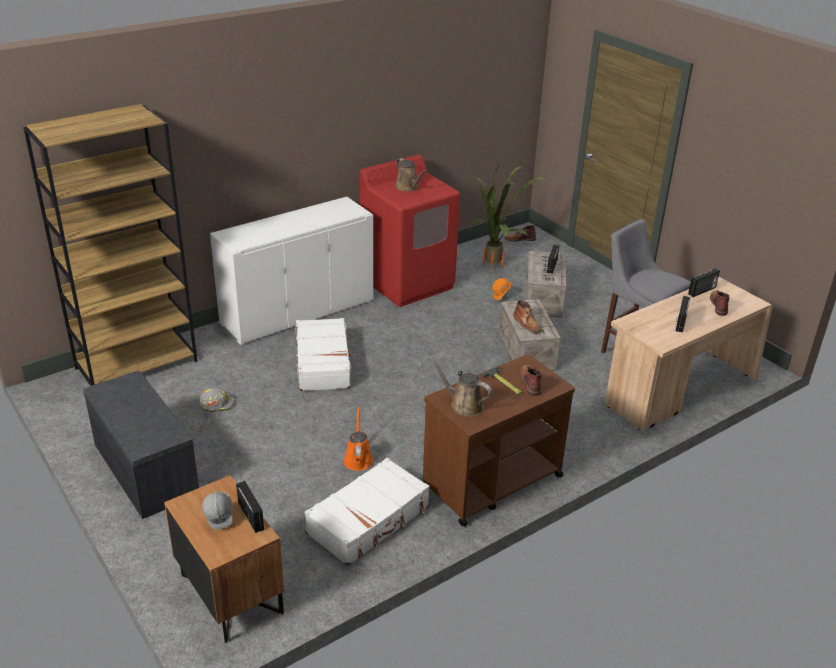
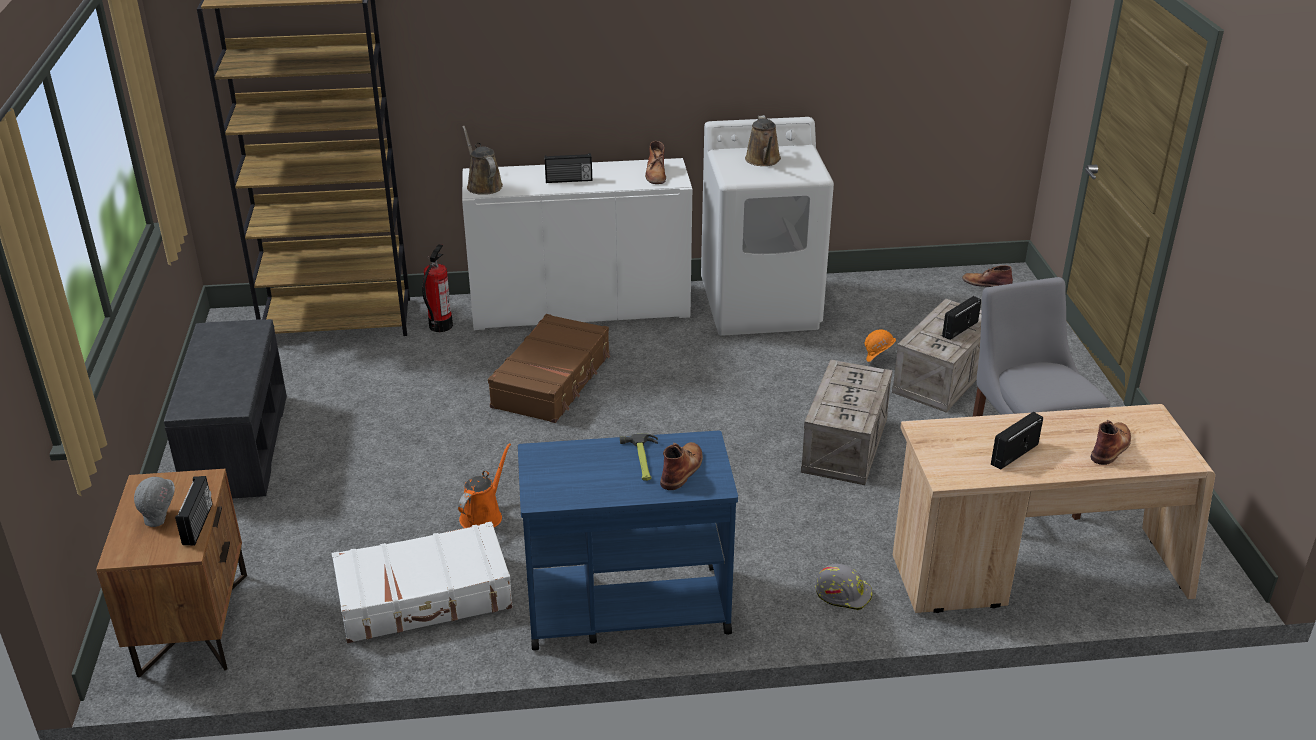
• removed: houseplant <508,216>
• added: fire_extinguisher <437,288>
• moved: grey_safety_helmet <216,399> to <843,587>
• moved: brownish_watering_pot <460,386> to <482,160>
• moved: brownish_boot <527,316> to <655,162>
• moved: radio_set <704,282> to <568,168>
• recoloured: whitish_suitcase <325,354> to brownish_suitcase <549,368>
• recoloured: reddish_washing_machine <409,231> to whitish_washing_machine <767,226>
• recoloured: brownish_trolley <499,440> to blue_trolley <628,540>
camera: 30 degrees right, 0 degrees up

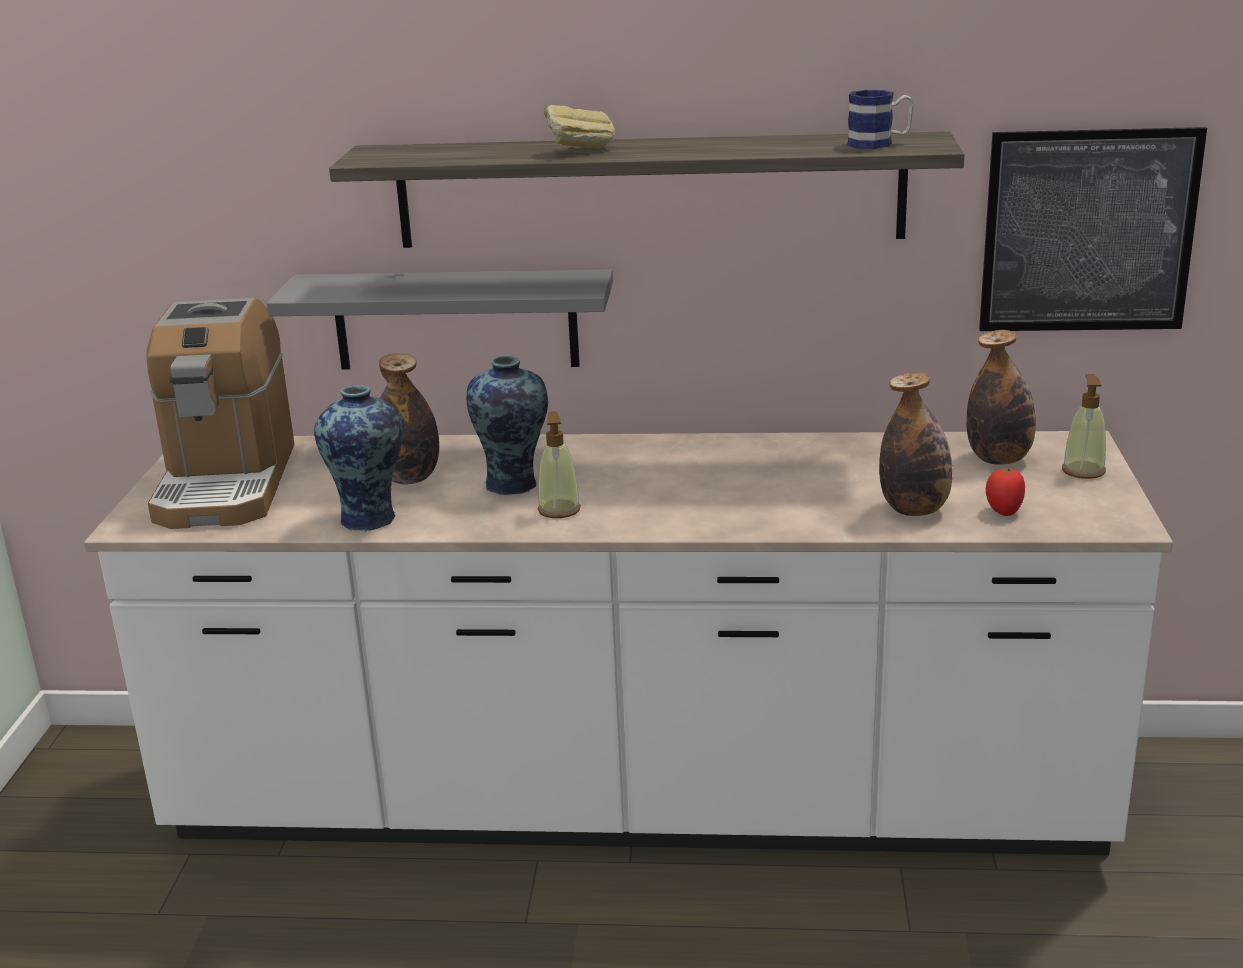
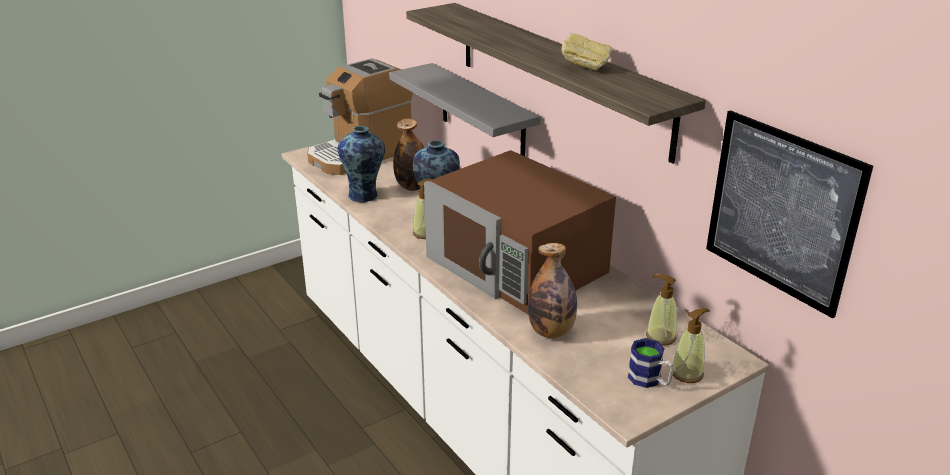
• removed: tomato <1005,492>
• added: brownish_microwave_oven <520,232>
• moved: bread <579,127> to <586,52>
• moved: mug <880,119> to <651,363>
• replaced: beverage_bottle <1001,397> to liquid_soap_bottle <661,309>
camera: 50 degrees right, 5 degrees up

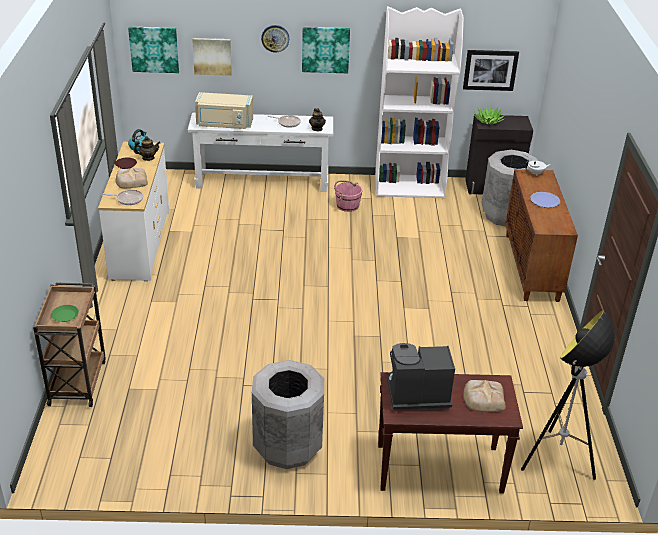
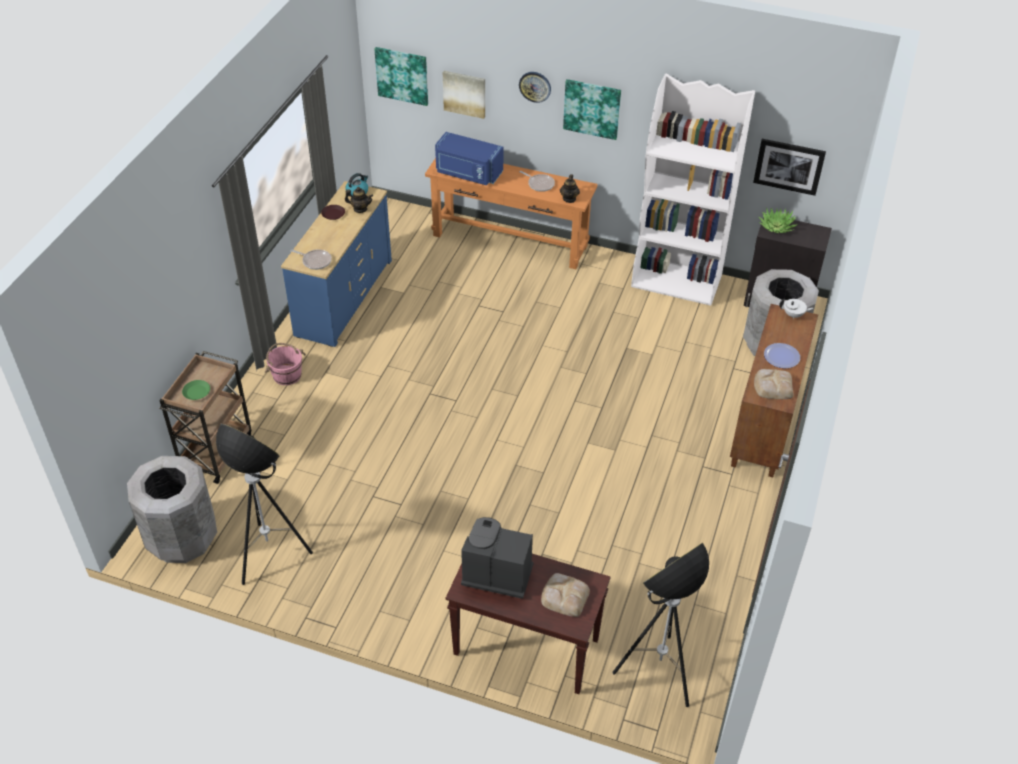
• added: standing_lamp <264,504>
• moved: bread <132,178> to <774,384>
• moved: grey_rubbish_bin <288,414> to <172,509>
• moved: pink_pail <348,196> to <285,364>
• recoloured: whitish_dresser <133,211> to blue_dresser <336,264>
• recoloured: whitish_hall_table <260,152> to orangey_hall_table <511,213>
• recoloured: beige-coloured_microwave_oven <224,110> to blue_microwave_oven <469,158>
camera: 20 degrees right, 10 degrees up

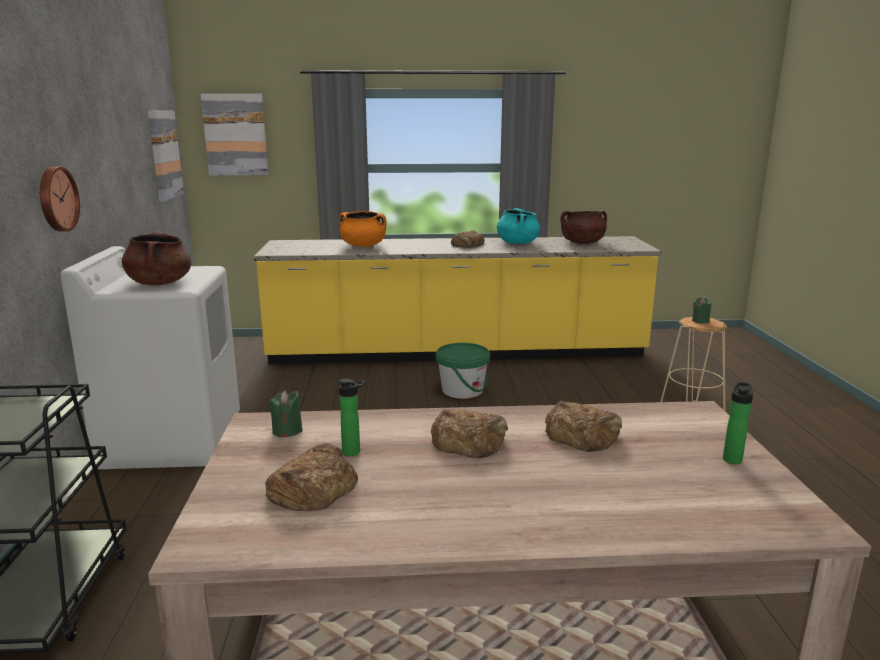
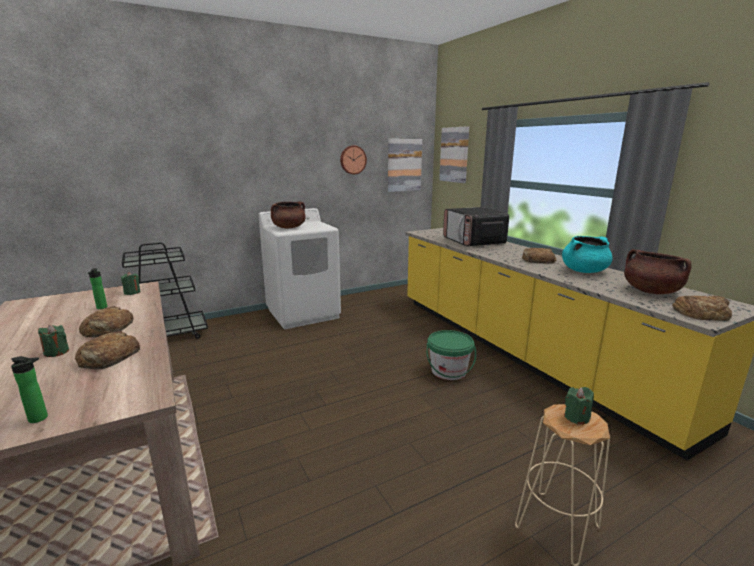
• added: green_wax_light <53,341>
• moved: wall_clock <60,199> to <353,160>
• moved: bread <311,477> to <702,308>
• replaced: orangey_saucepot <363,229> to microwave_oven <476,226>
camera: 65 degrees right, 0 degrees up

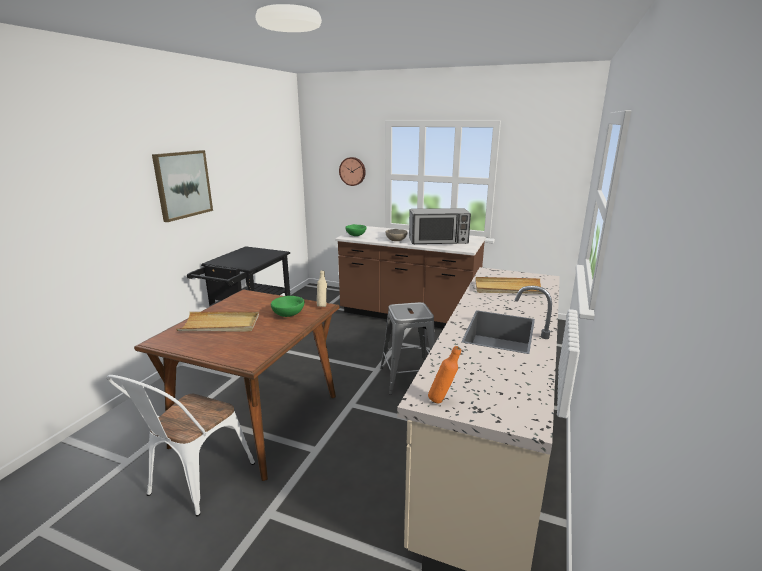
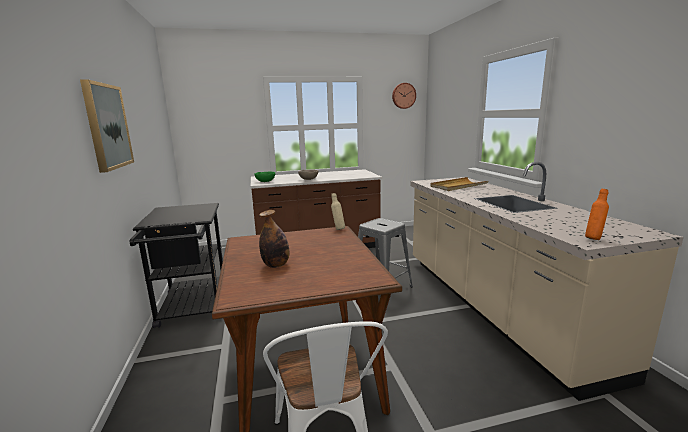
• removed: green_bowl <287,306>
• removed: microwave_oven <440,226>
• moved: wall_clock <352,171> to <404,96>
• replaced: beige-coloured_carrying_tray <217,322> to beverage_bottle <274,239>
camera: 35 degrees left, 5 degrees down

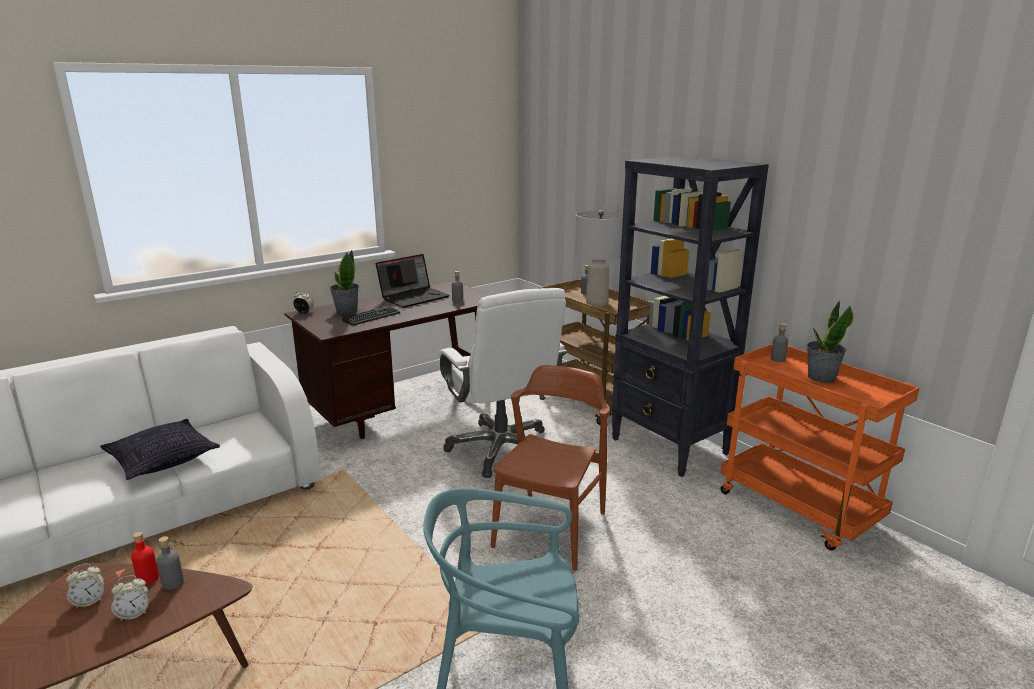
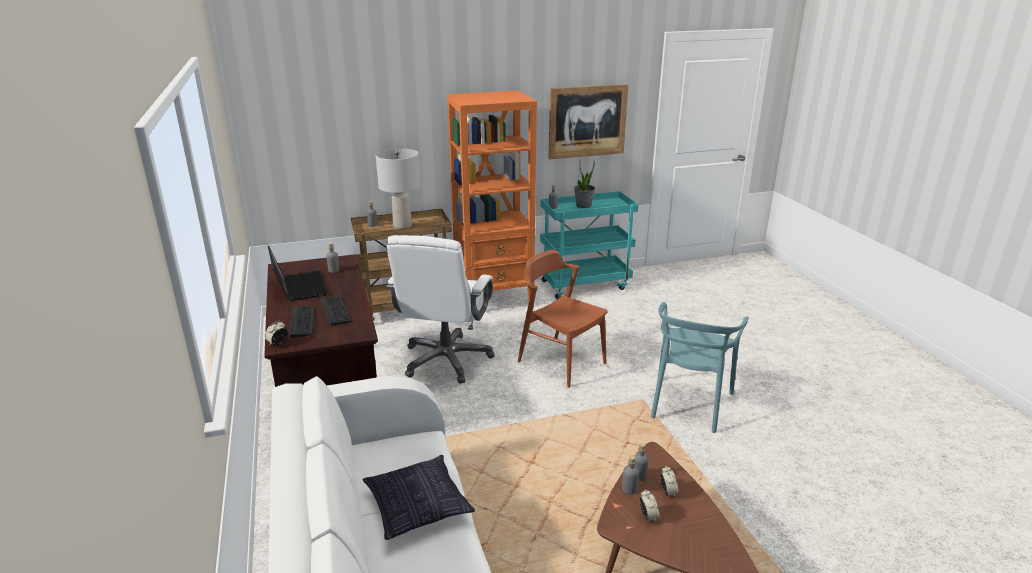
• added: picture <589,121>
• replaced: houseplant <344,282> to PC_keyboard <302,322>
• recoloured: reddish_beverage_bottle <145,558> to grey_beverage_bottle <630,475>
• recoloured: black_bookshelf <690,316> to orangey_bookshelf <492,196>
• recoloured: orangey_trolley <819,447> to turquoise_trolley <589,245>
• turned: whitish_computer_chair <503,383> = <440,309> 105 degrees clockwise
camera: 70 degrees left, 5 degrees up

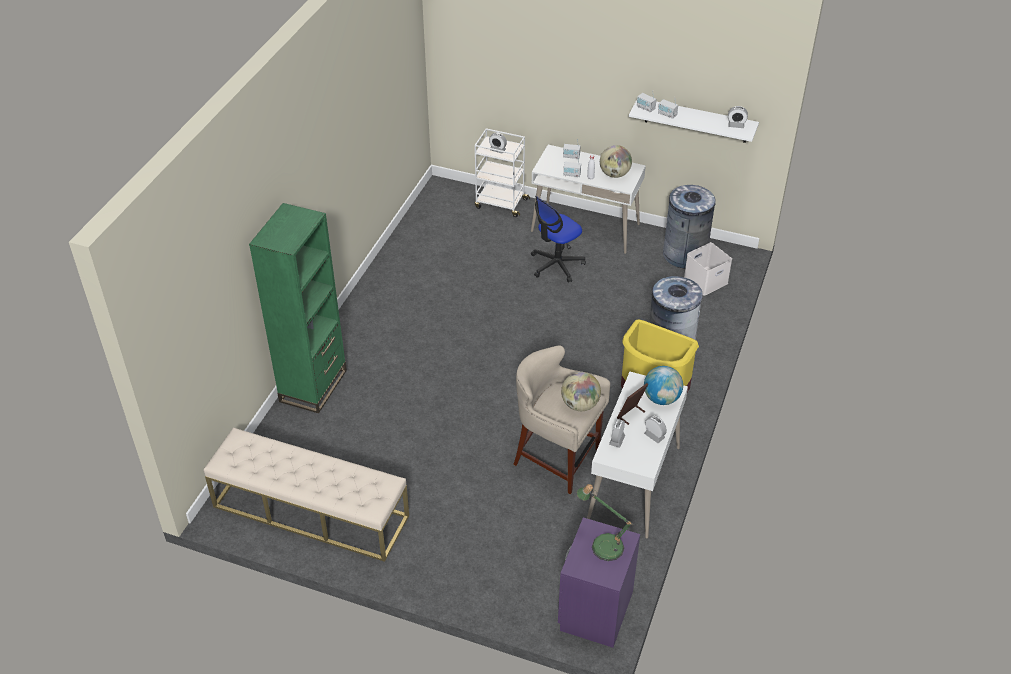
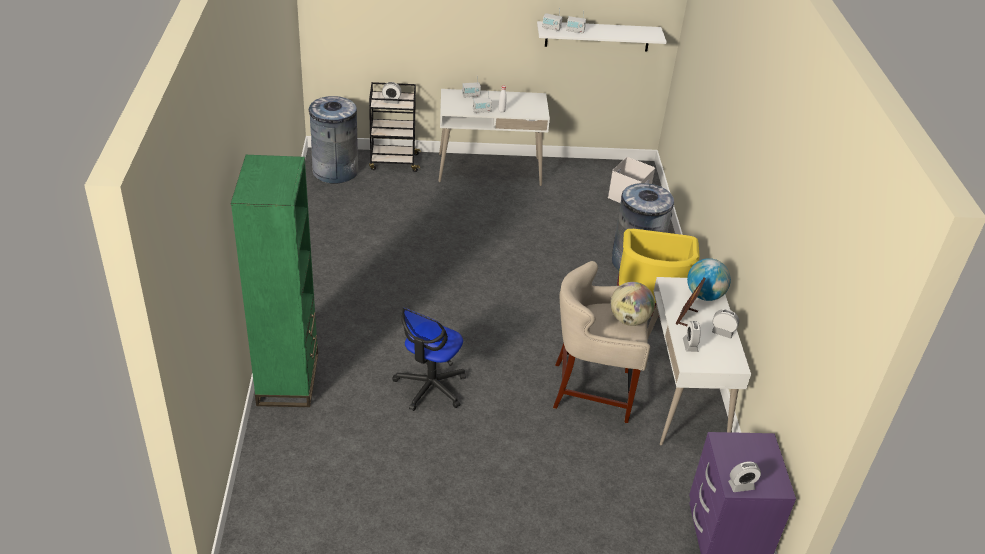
• removed: beige-coloured_indoor_bench <306,494>
• removed: table_lamp <605,522>
• removed: globe <616,161>
• moved: computer_chair <558,239> to <429,359>
• moved: grey_rubbish_bin <689,226> to <333,140>
• moved: table_clock <738,117> to <744,476>
• recoloured: whitish_trolley <502,172> to black_trolley <395,127>
camera: 25 degrees left, 5 degrees down

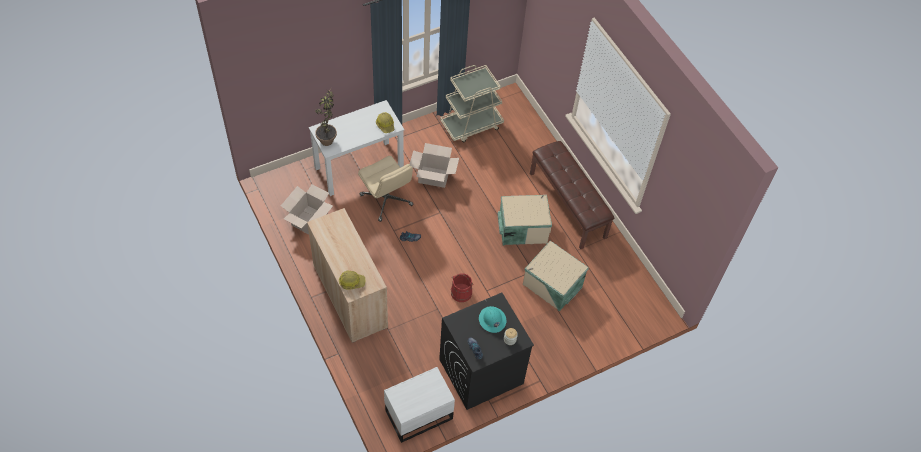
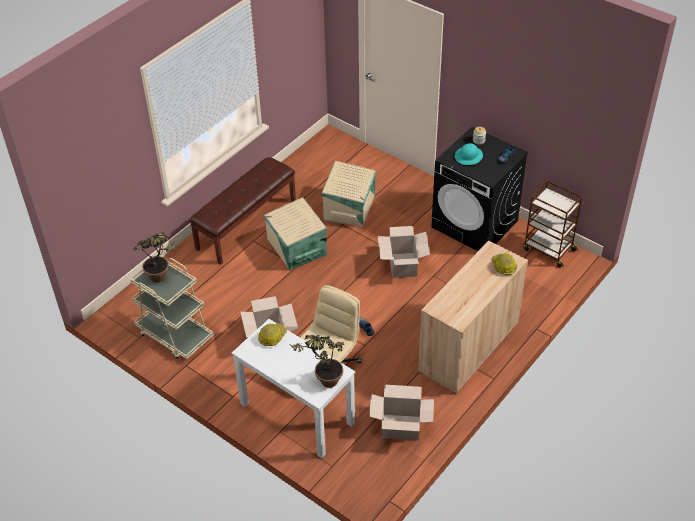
• added: houseplant <155,257>
• replaced: whitish_nightstand <419,405> to brownish_trolley <552,223>
• replaced: reddish_pail <462,287> to cardboard_box <404,252>
camera: 110 degrees left, 10 degrees down

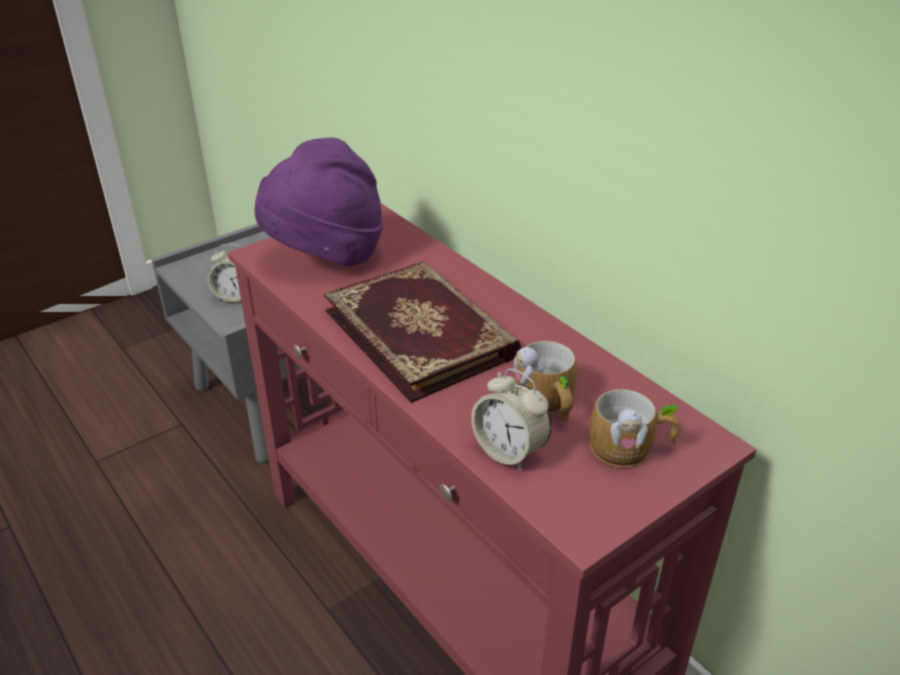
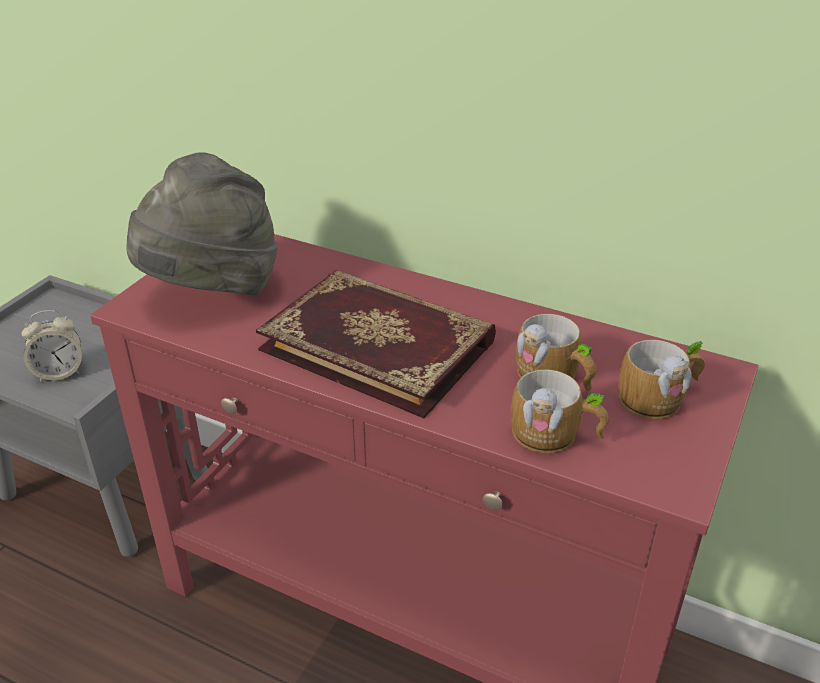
• replaced: table_clock <511,419> to mug <560,411>
• recoloured: purplish_hat <318,202> to grey_hat <202,224>
camera: 25 degrees left, 0 degrees up

